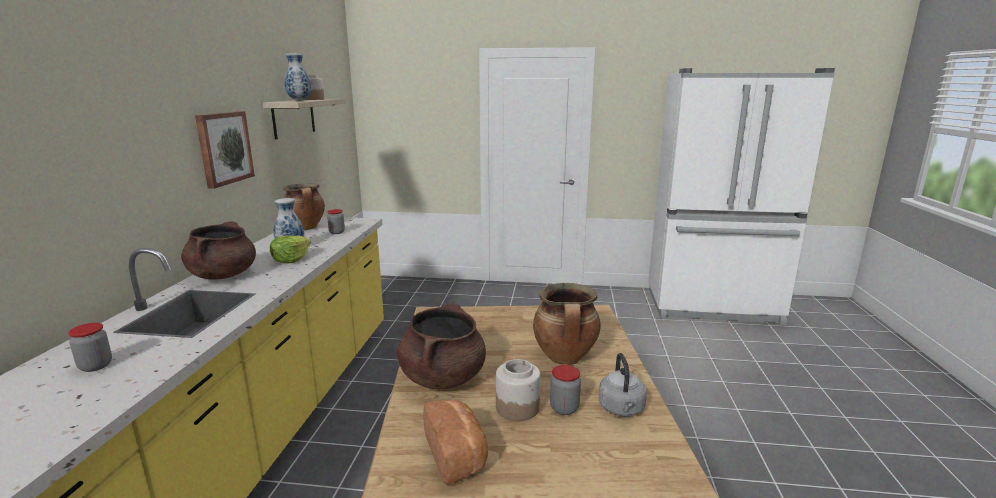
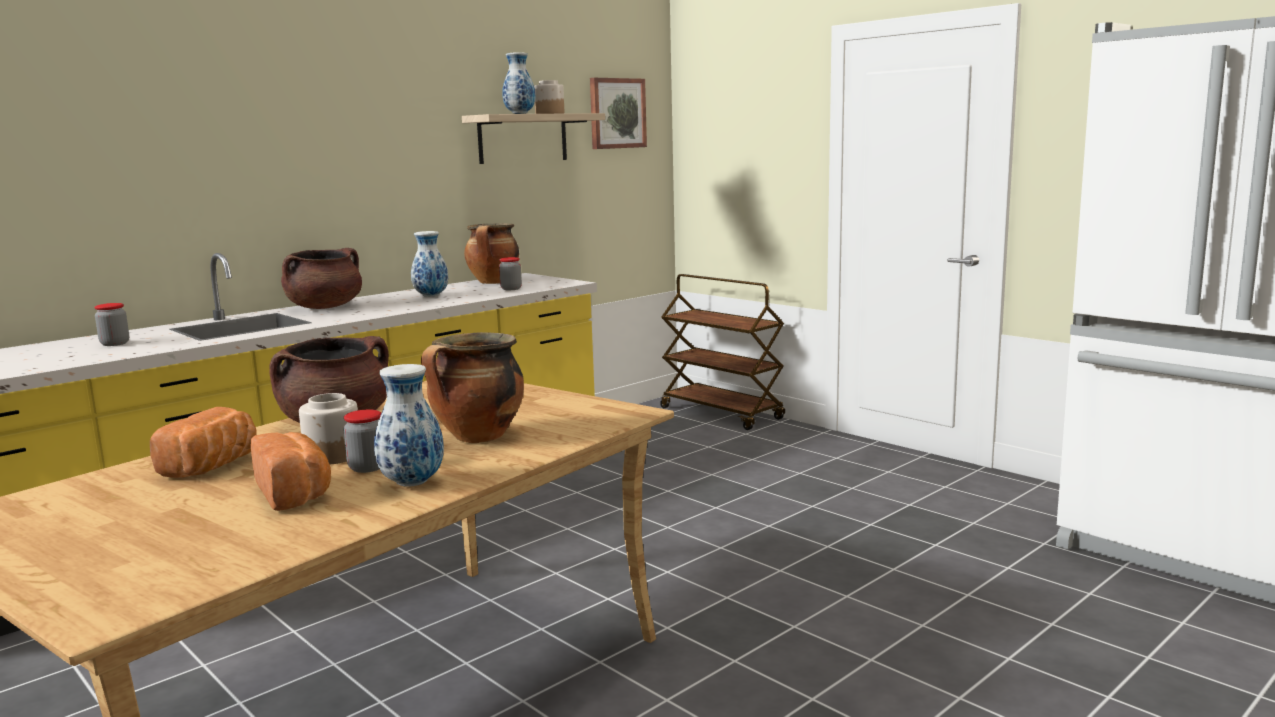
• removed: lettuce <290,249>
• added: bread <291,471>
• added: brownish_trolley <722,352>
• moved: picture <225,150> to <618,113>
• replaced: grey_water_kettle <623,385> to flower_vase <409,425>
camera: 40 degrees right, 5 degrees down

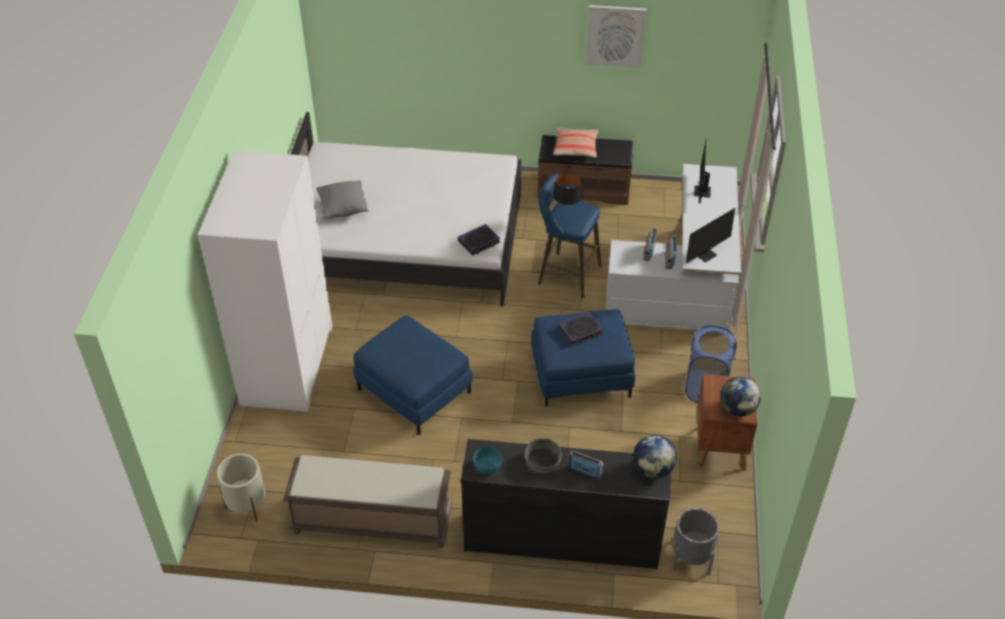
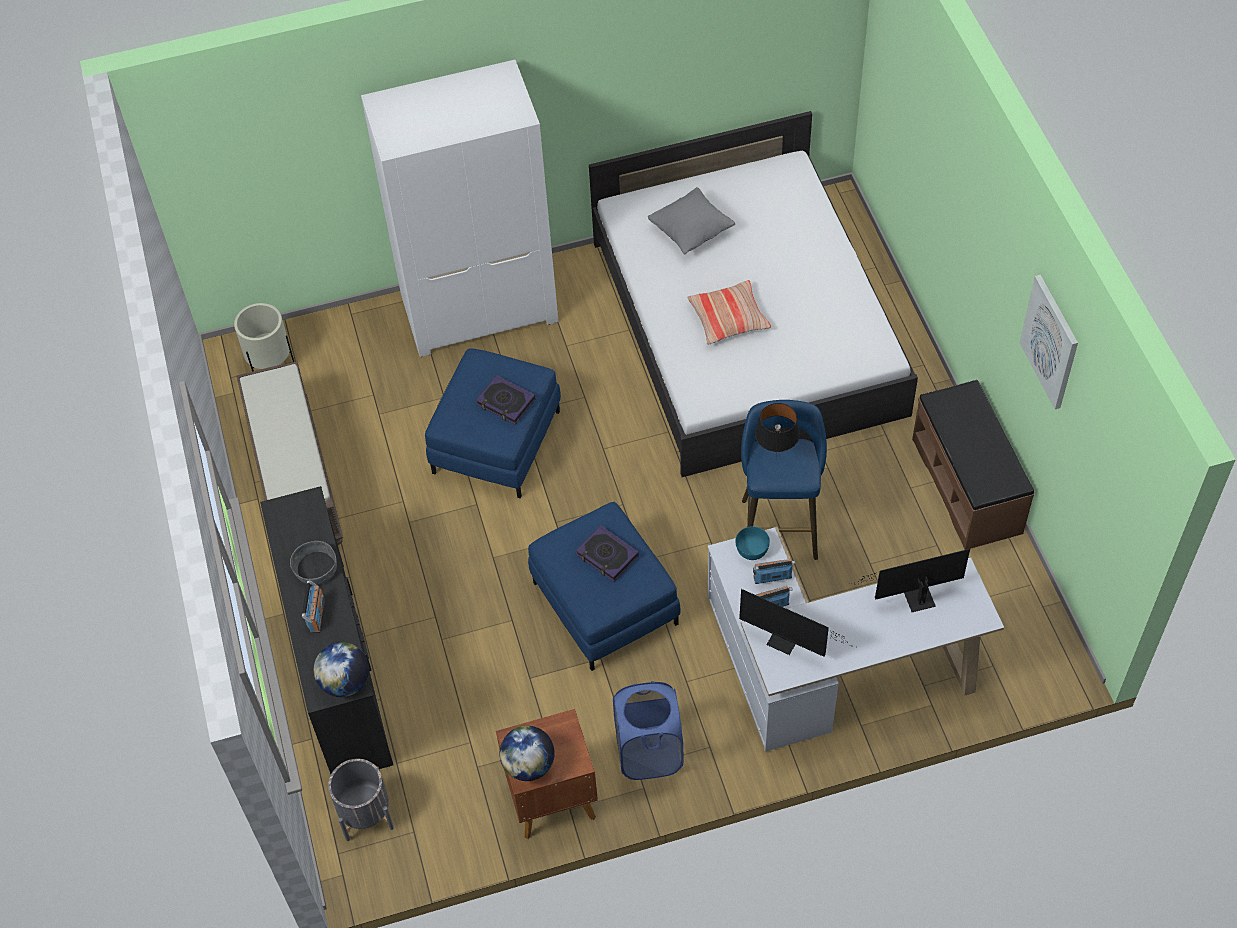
• moved: volume <479,240> to <506,399>
• moved: turquoise_bowl <487,460> to <753,543>
• moved: throw_pillow <575,142> to <729,312>
camera: 70 degrees right, 10 degrees up

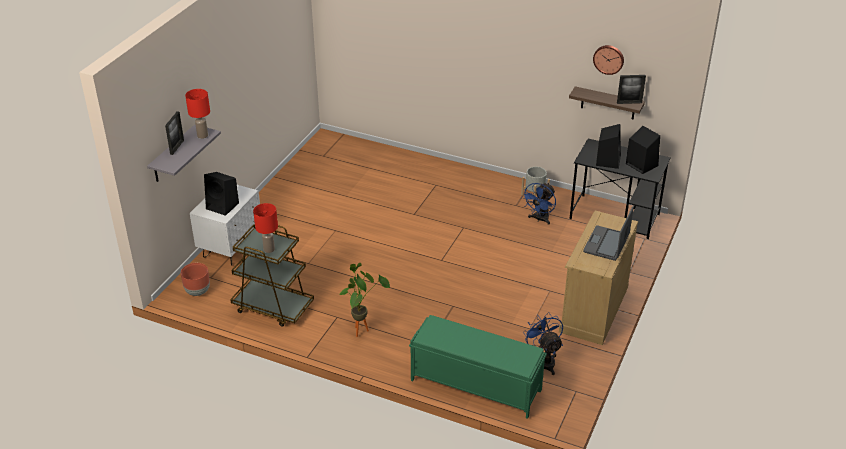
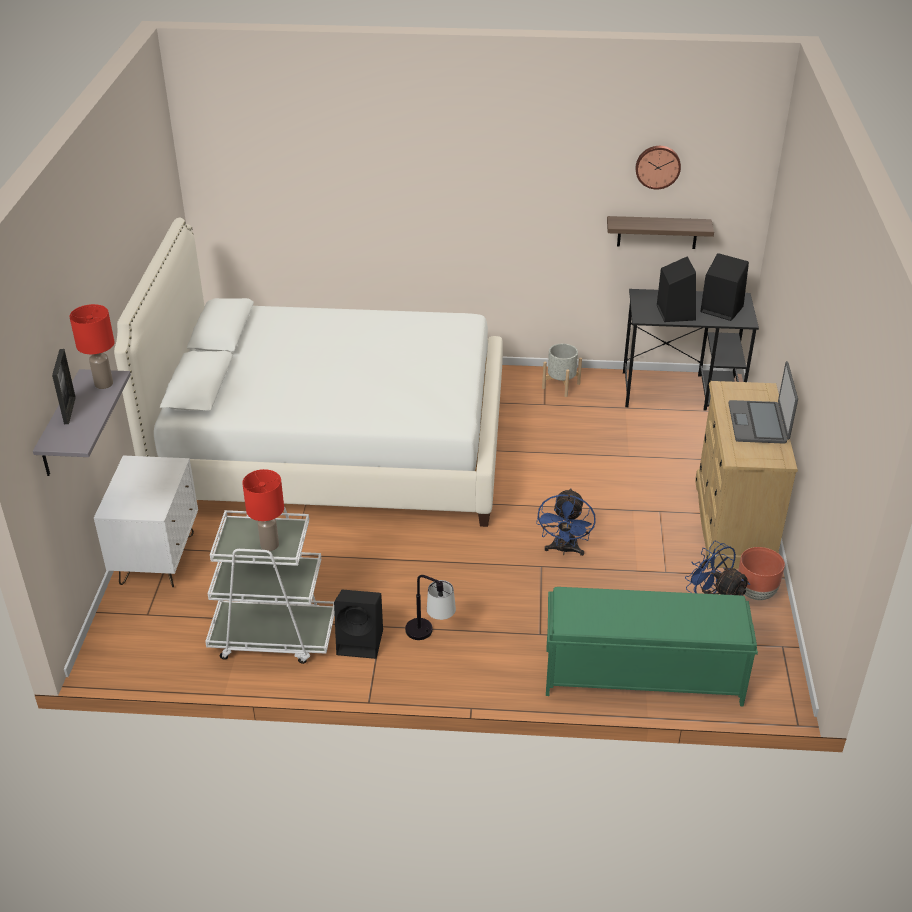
• removed: picture_frame <631,89>
• added: whitish_bed <308,372>
• moved: brownish_plant_pot <195,279> to <761,573>
• moved: black_audio_speaker <221,194> to <358,624>
• moved: blue_electric_fan <539,204> to <566,522>
• replaced: houseplant <365,300> to table_lamp <430,607>
• recoloured: brownish_trolley <272,275> to whitish_trolley <270,585>
camera: 20 degrees left, 0 degrees up

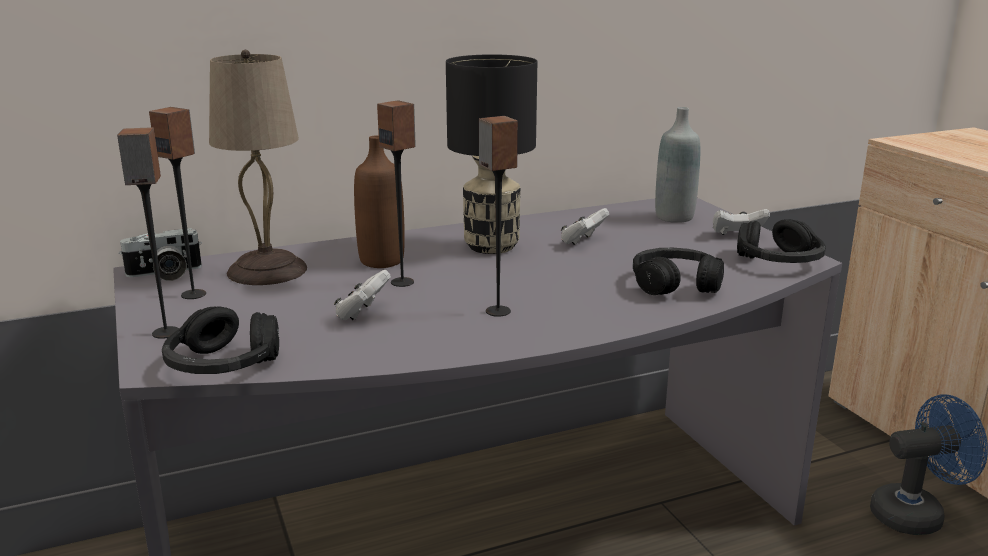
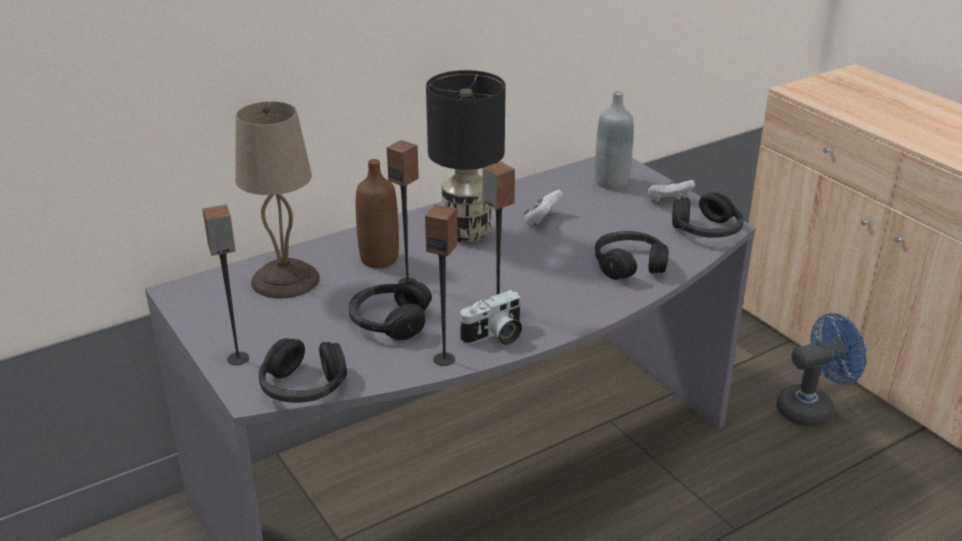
• moved: photo_camera <160,254> to <490,318>
• moved: audio_speaker <177,203> to <441,285>
• replaced: whitish_joypad <362,295> to black_headphones <390,310>
camera: 10 degrees left, 10 degrees up

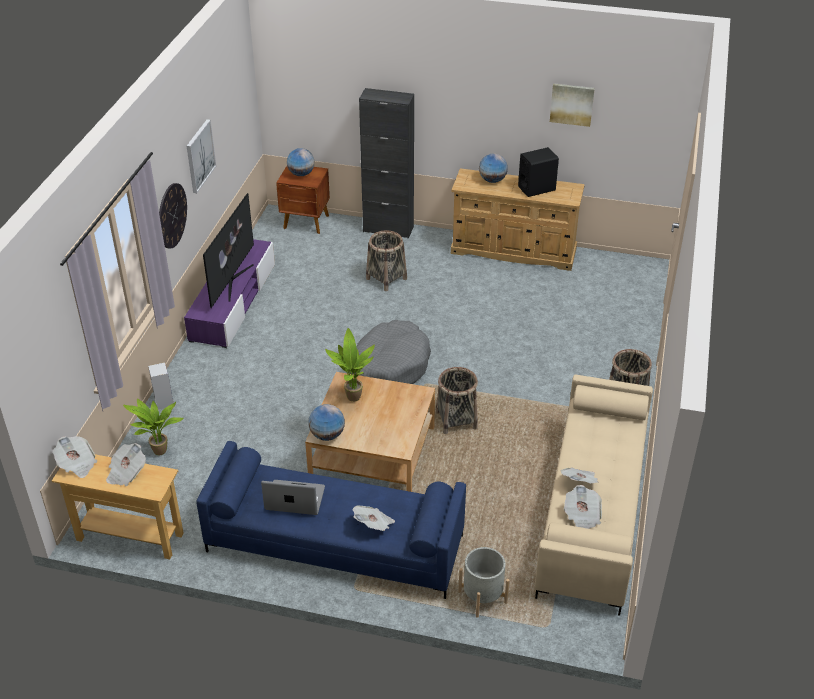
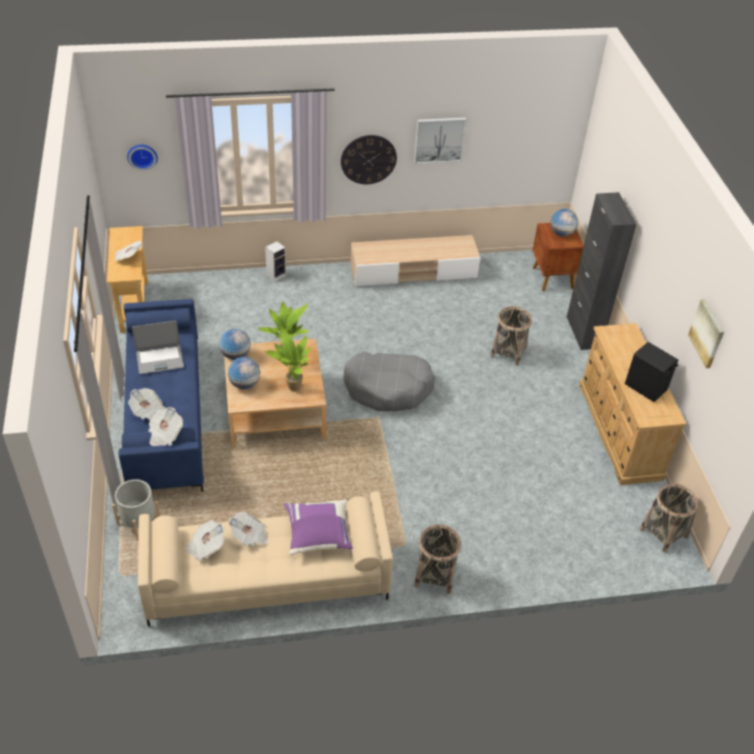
• removed: television <228,250>
• added: wall_clock <142,157>
• added: purplish_throw_pillow <318,527>
• moved: newspaper <75,457> to <165,426>
• moved: houseplant <153,426> to <288,358>
• moved: storage_basket <457,400> to <669,518>
• moved: globe <493,168> to <244,373>
• recoloured: purplish_tv_unit <229,293> to beige-coloured_tv_unit <415,260>
• turned: notebook_computer <293,497> = <158,347> 90 degrees clockwise
camera: 65 degrees right, 5 degrees up

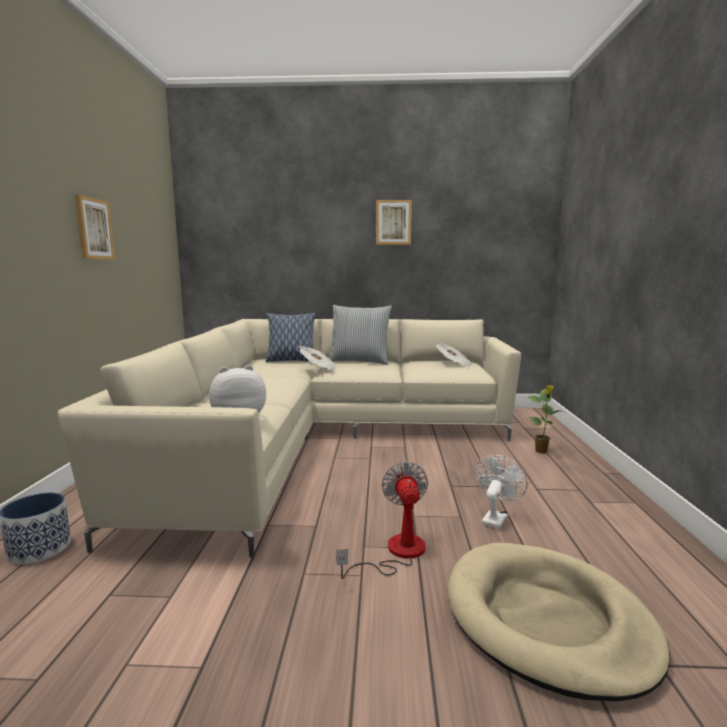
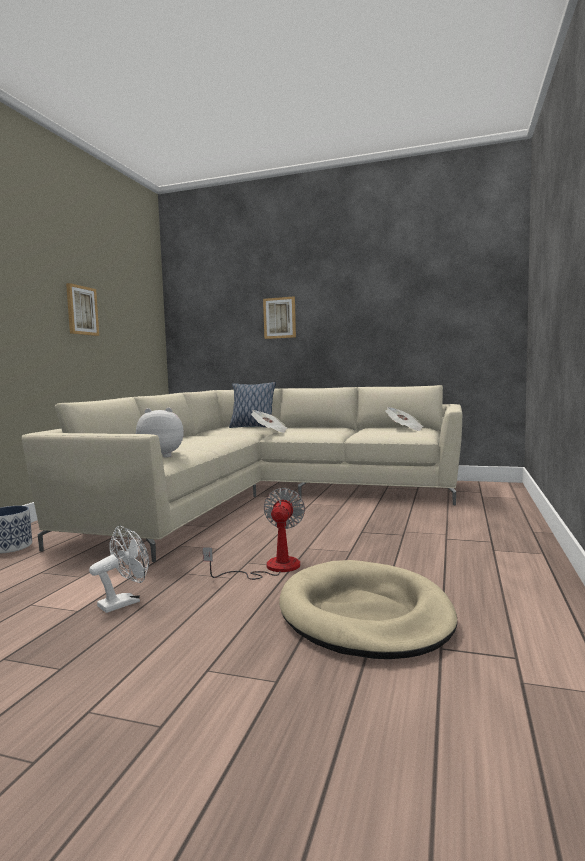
• removed: throw_pillow <360,335>
• removed: houseplant <545,419>
• moved: picture <394,222> to <279,317>
• moved: whitish_electric_fan <501,492> to <119,569>
camera: 15 degrees right, 5 degrees down

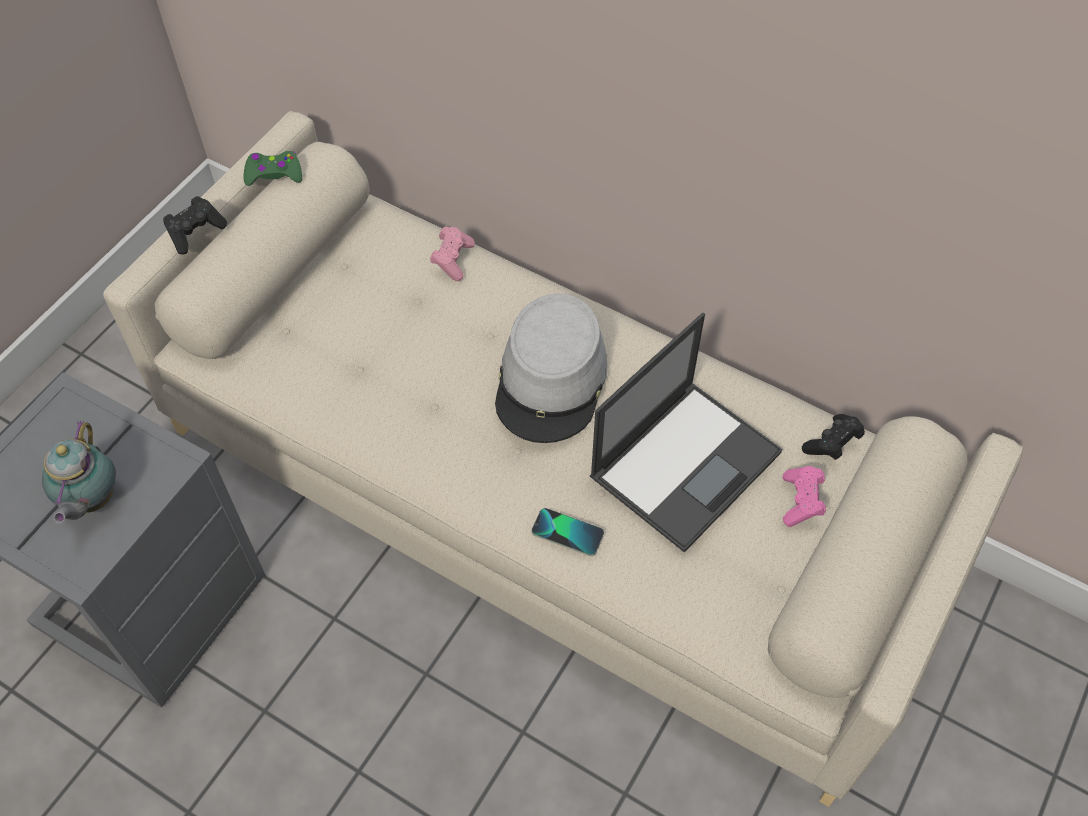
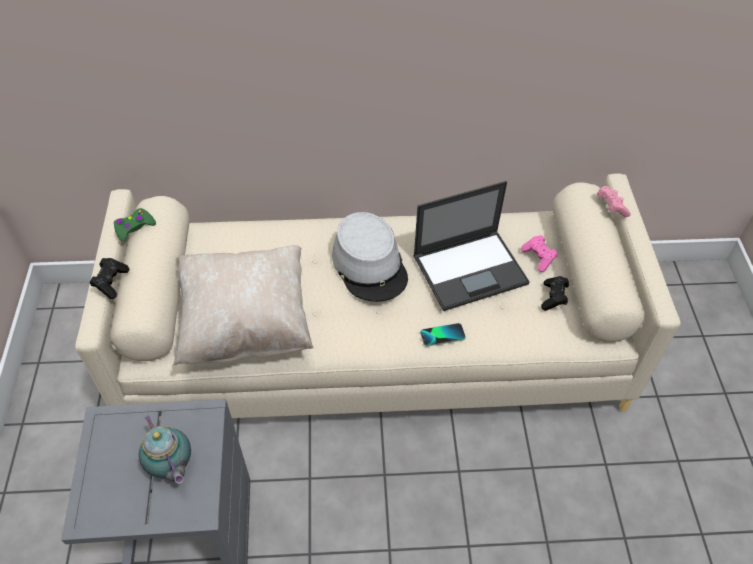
• added: beige-coloured_throw_pillow <243,305>
• moved: pink_joypad <452,254> to <614,201>
• moved: black_joypad <833,437> to <555,293>
• turned: notebook_computer <686,433> = <471,246> 60 degrees clockwise
camera: 35 degrees left, 5 degrees down

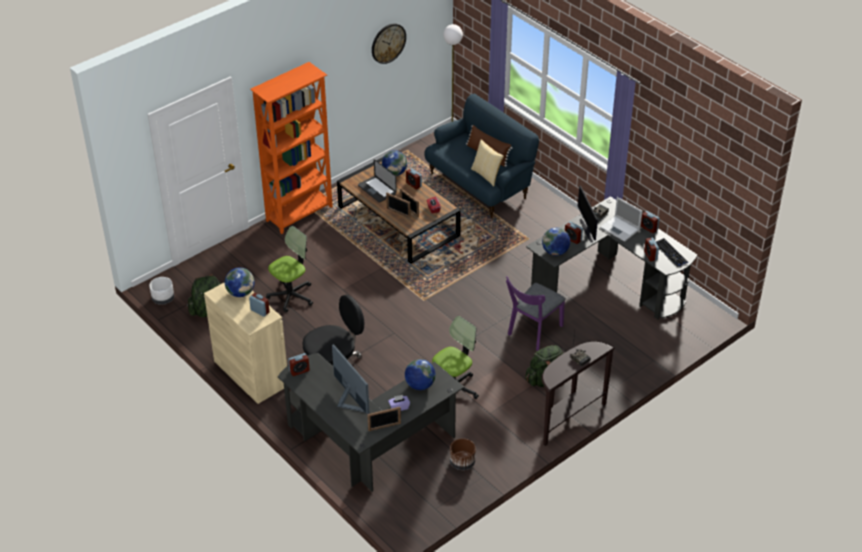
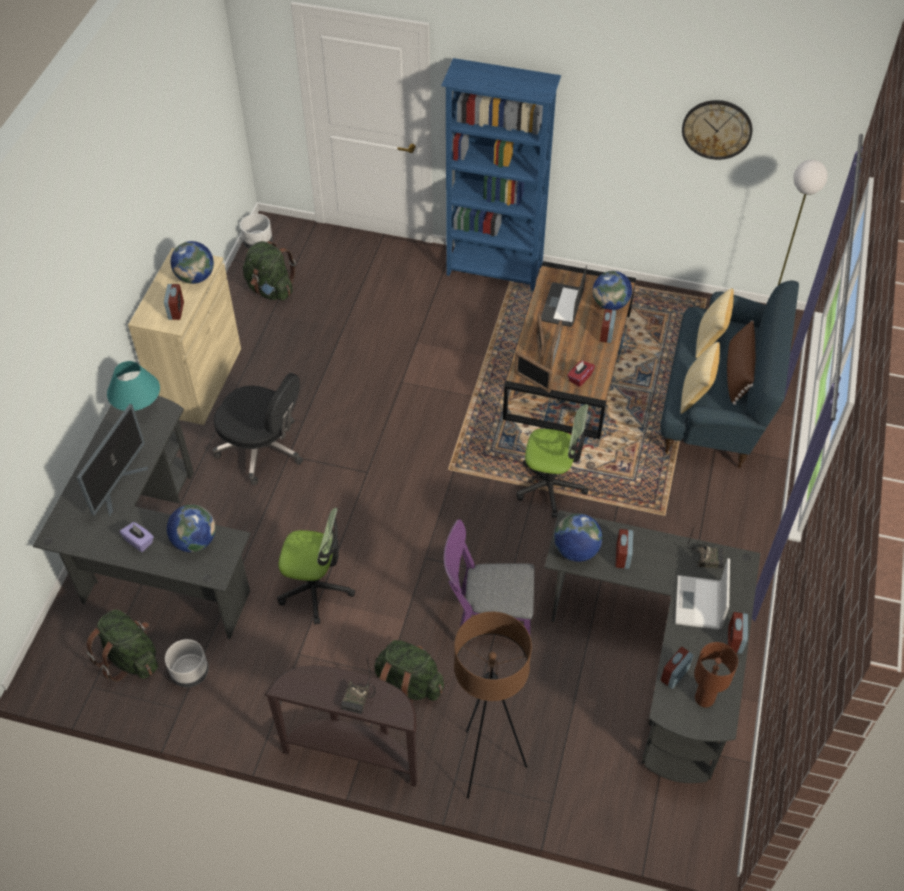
• removed: computer_screen <588,214>
• added: green_backpack <122,645>
• added: brownish_standing_lamp <493,705>
• added: throw_pillow <714,323>
• moved: computer_chair <289,269> to <552,461>
• moved: picture_frame <384,419> to <533,372>
• replaced: table_clock <299,364> to turquoise_table_lamp <133,386>
• replaced: PC_keyboard <672,252> to brownish_table_lamp <716,674>
• recoloured: orangey_bookshelf <291,148> to blue_bookshelf <501,174>
• recoloured: brownish_plant_pot <463,454> to grey_plant_pot <187,663>
camera: 55 degrees right, 10 degrees up

